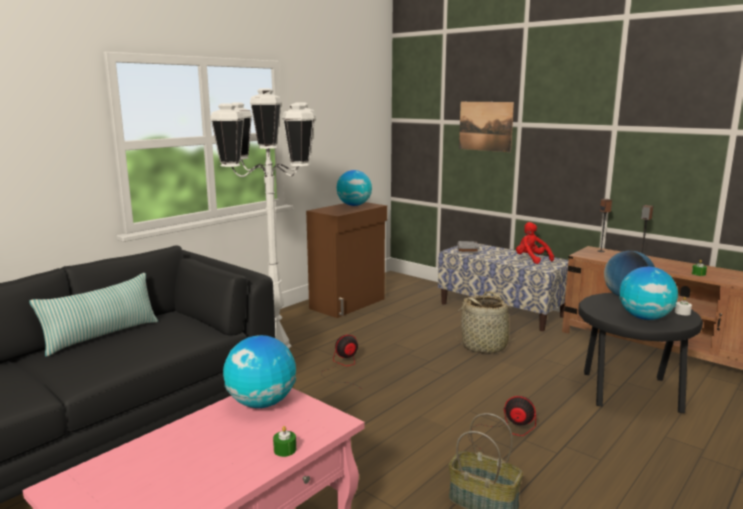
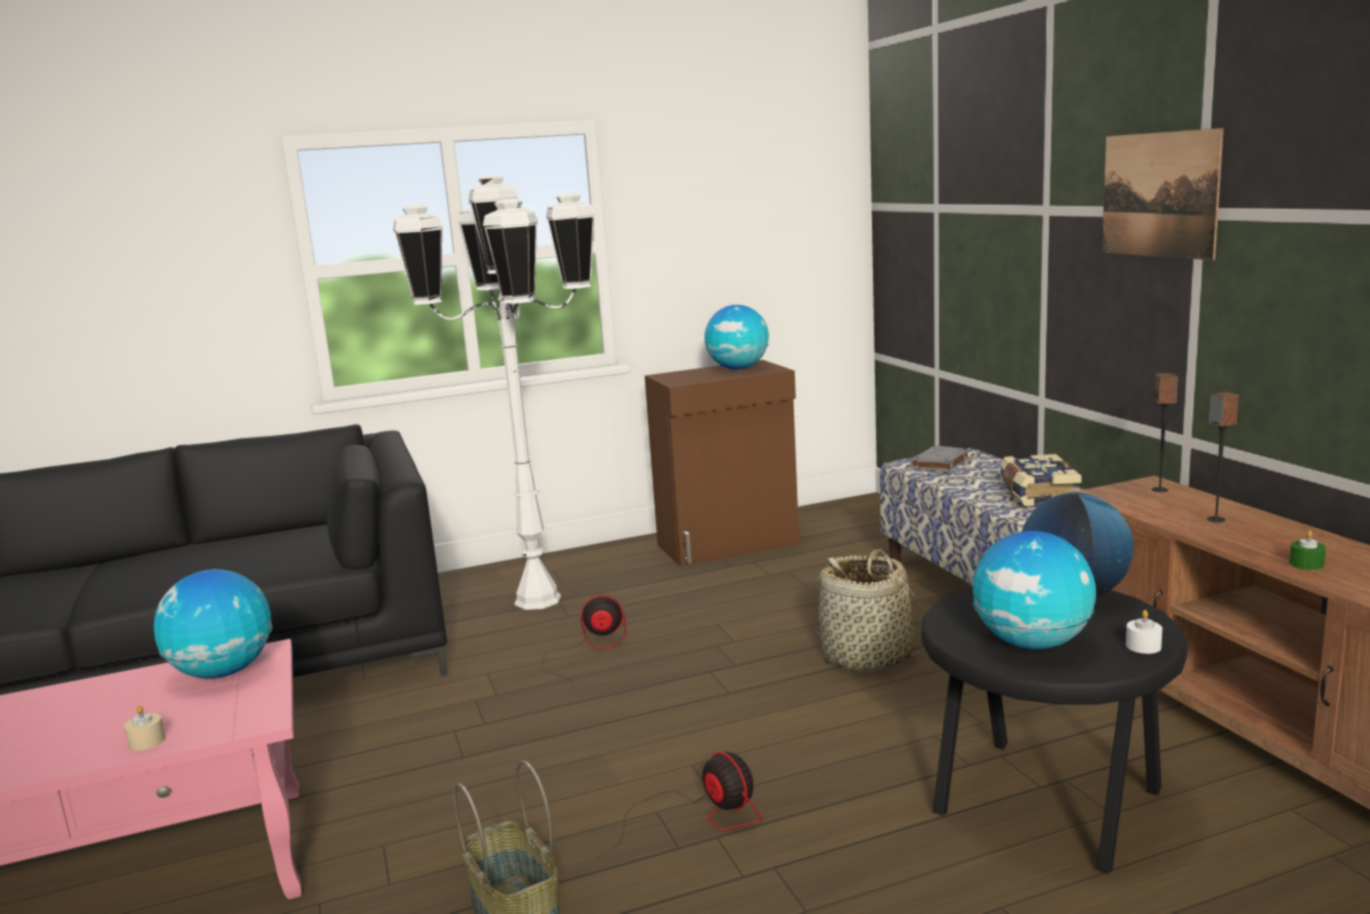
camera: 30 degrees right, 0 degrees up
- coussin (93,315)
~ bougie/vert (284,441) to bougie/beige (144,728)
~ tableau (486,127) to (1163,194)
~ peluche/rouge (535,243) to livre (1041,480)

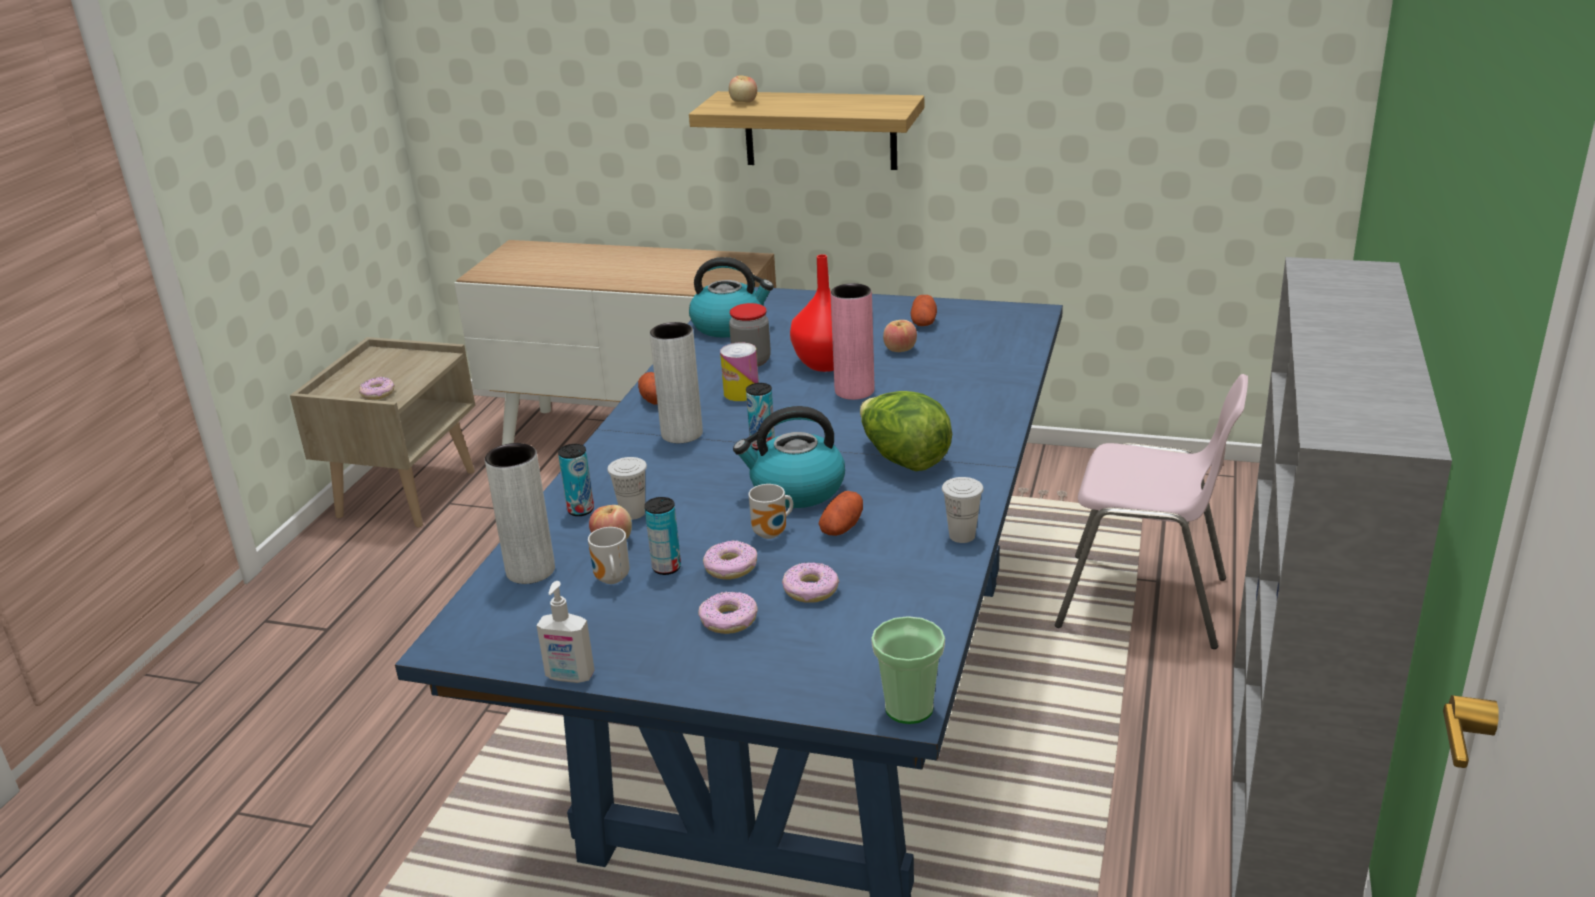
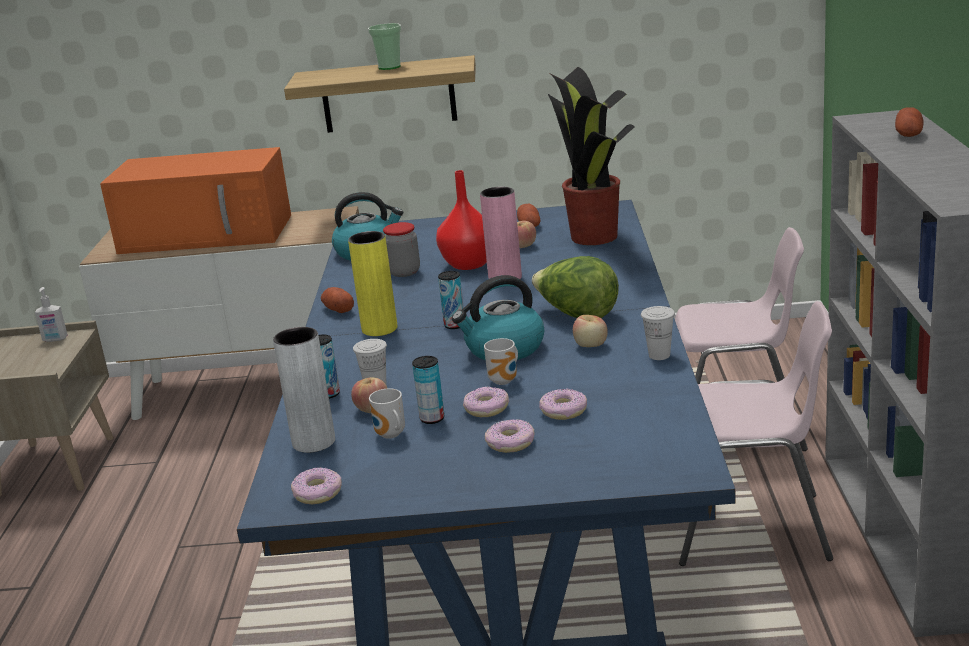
camera: 15 degrees left, 5 degrees down
~ beignet (377,388) to (316,485)
~ distributeur de savon (565,632) to (51,314)
~ vase/gris (676,382) to vase/jaune (372,283)
- boîte métallique (739,371)
~ pomme (743,89) to (590,331)
~ pomme de terre (841,513) to (909,122)
~ tasse (908,670) to (384,46)
+ micro-ondes/orange (195,200)
+ plante en pot (590,156)
+ chaise/rose (756,433)

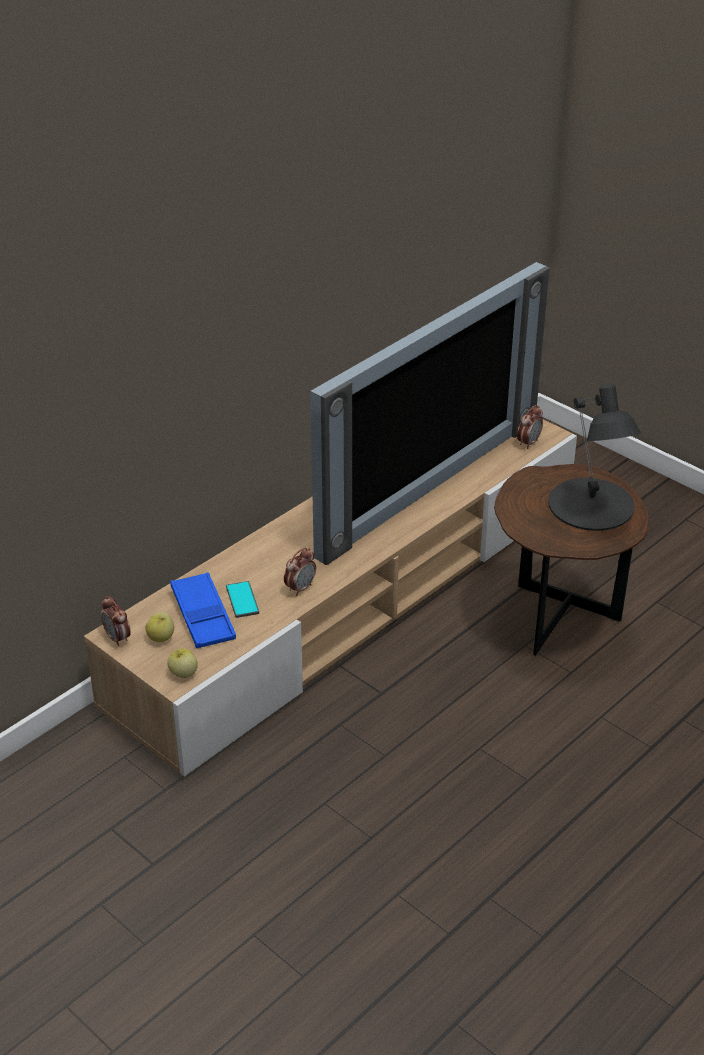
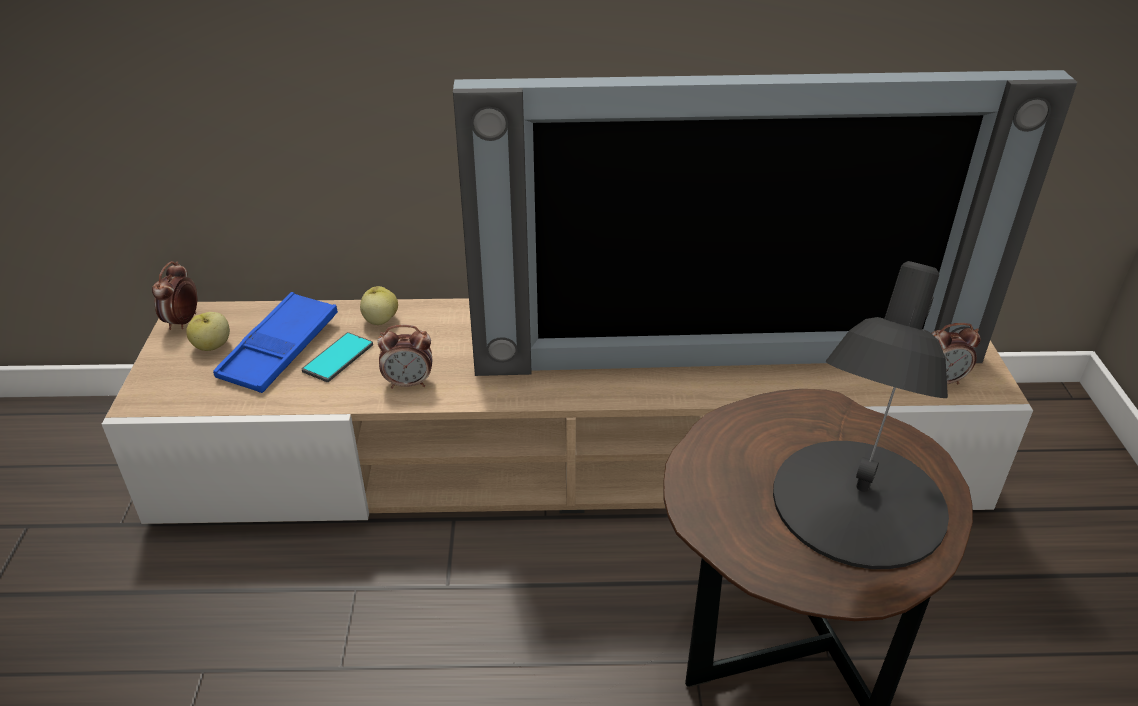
camera: 45 degrees right, 0 degrees up
~ pomme (182,663) to (379,305)

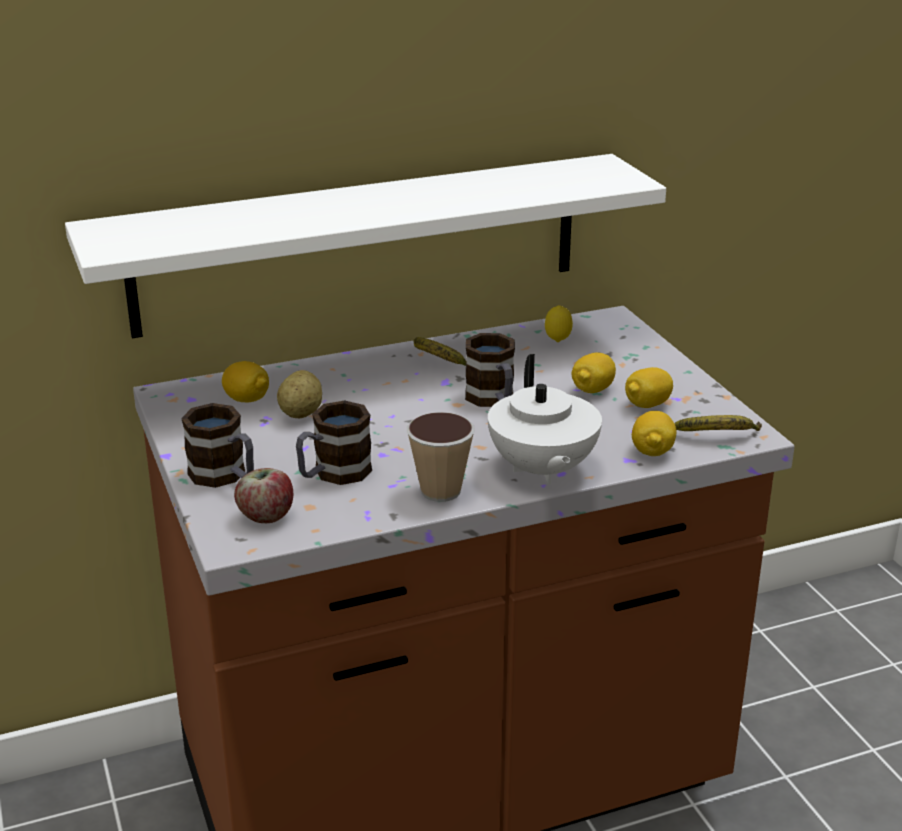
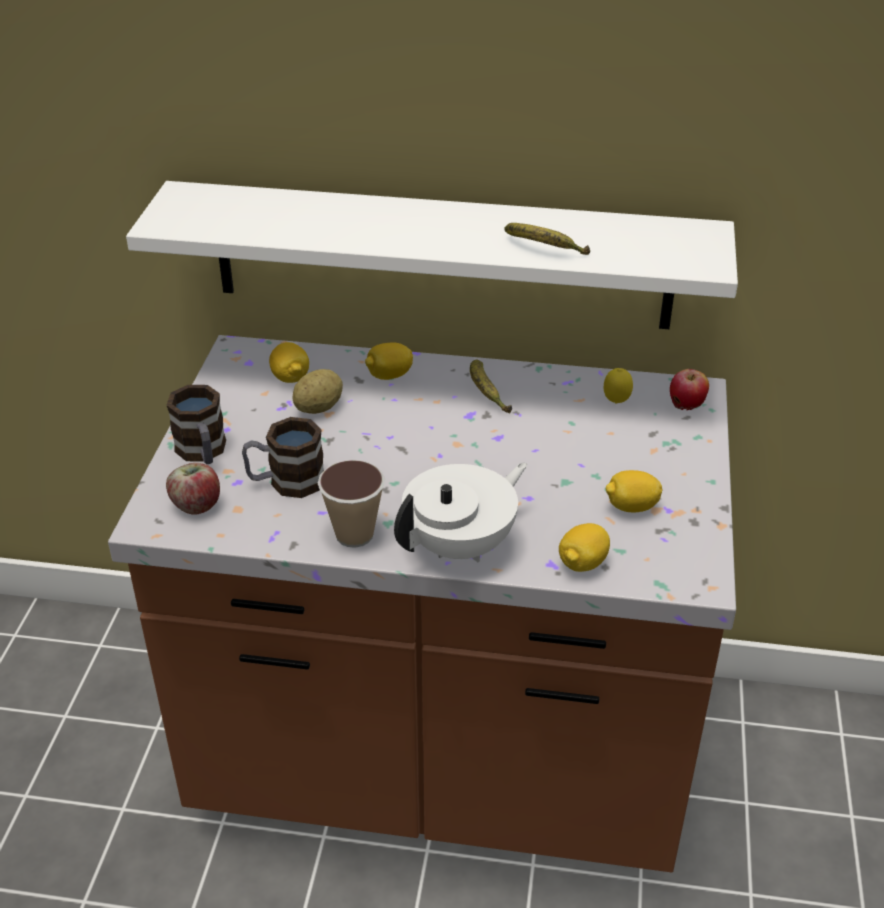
camera: 30 degrees right, 10 degrees up
- mug (490,370)
~ théière/blanc (545,419) = (460,512) 150 degrees counterclockwise
~ citron (594,373) to (389,361)
~ banane (718,423) to (547,239)
+ pomme (689,389)

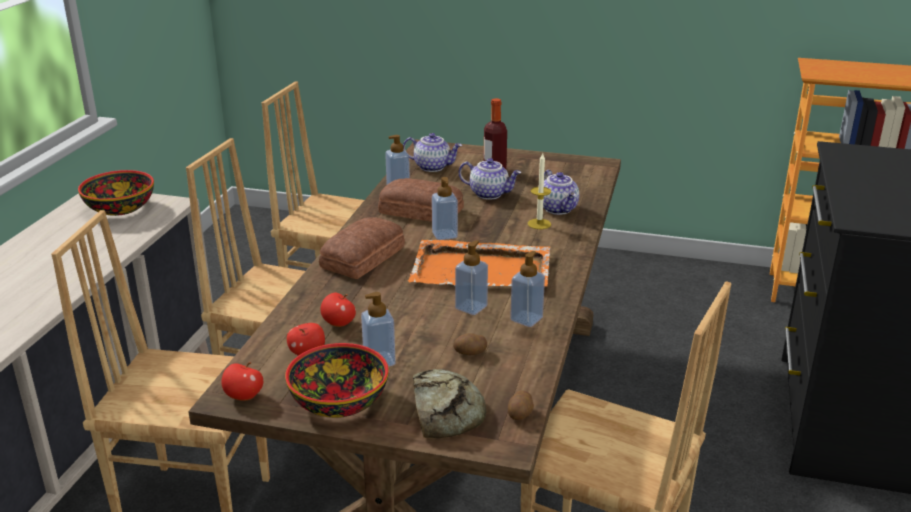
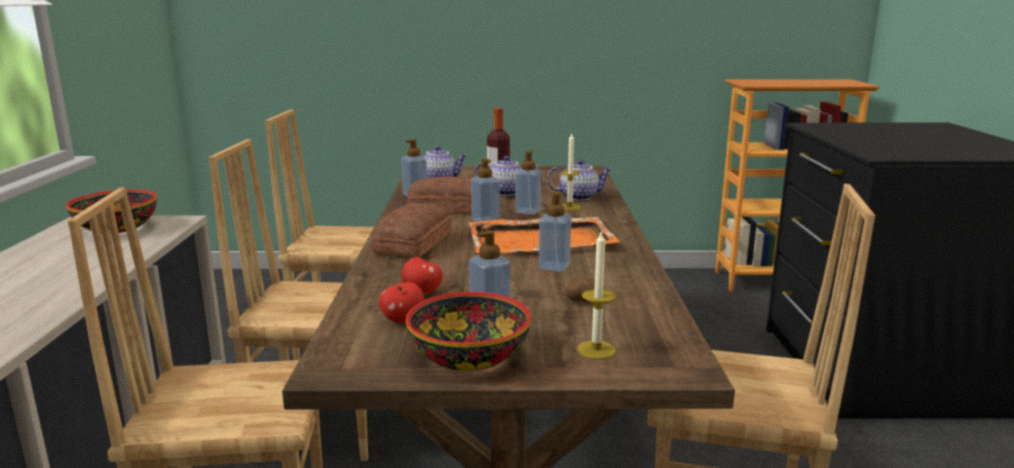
camera: 15 degrees left, 10 degrees down
- pomme (242,381)
~ pain (449,403) to bougie (596,295)
- pomme de terre (521,405)
~ distributeur de savon (527,289) to (528,182)
~ théière (561,192) = (579,180) 60 degrees counterclockwise

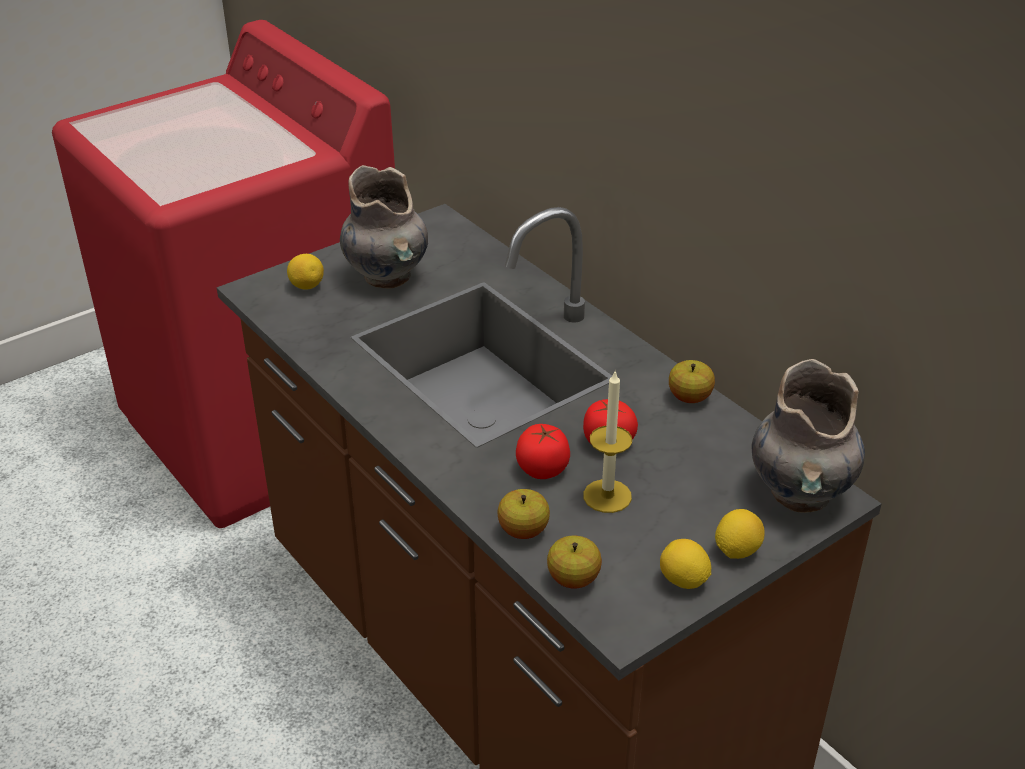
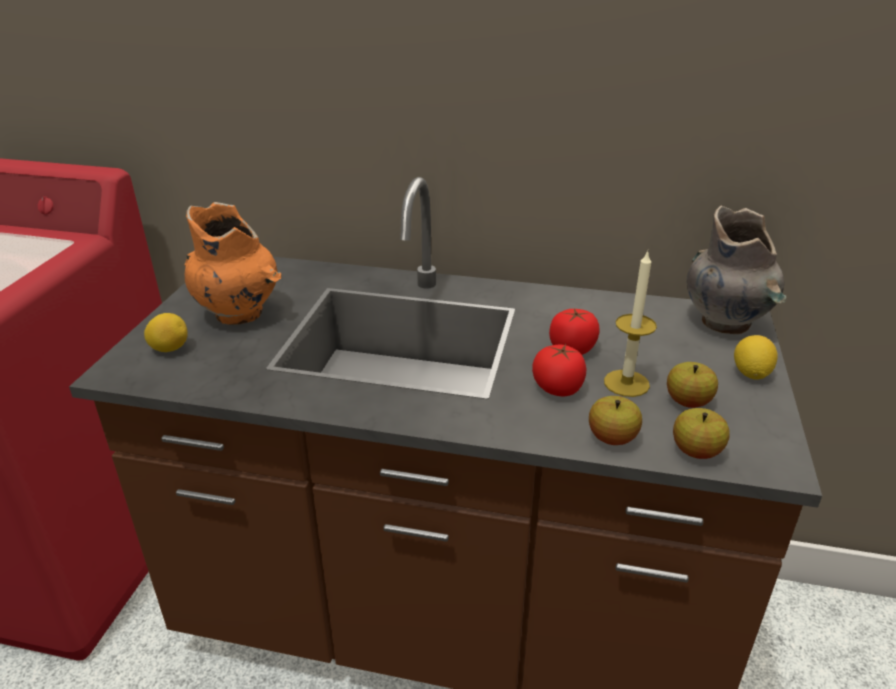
camera: 40 degrees left, 5 degrees down
~ vase/gris (384,226) to vase/orange (233,263)
- citron (685,564)
~ pomme (692,381) to (692,385)

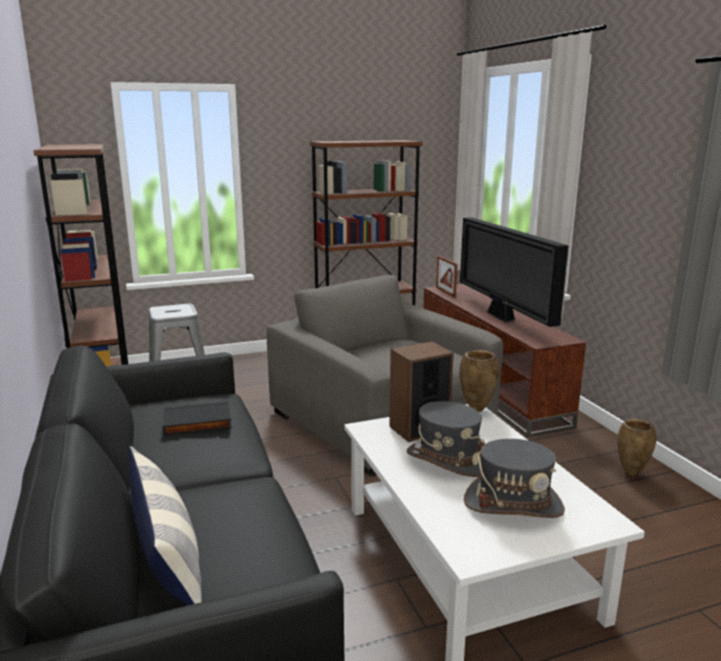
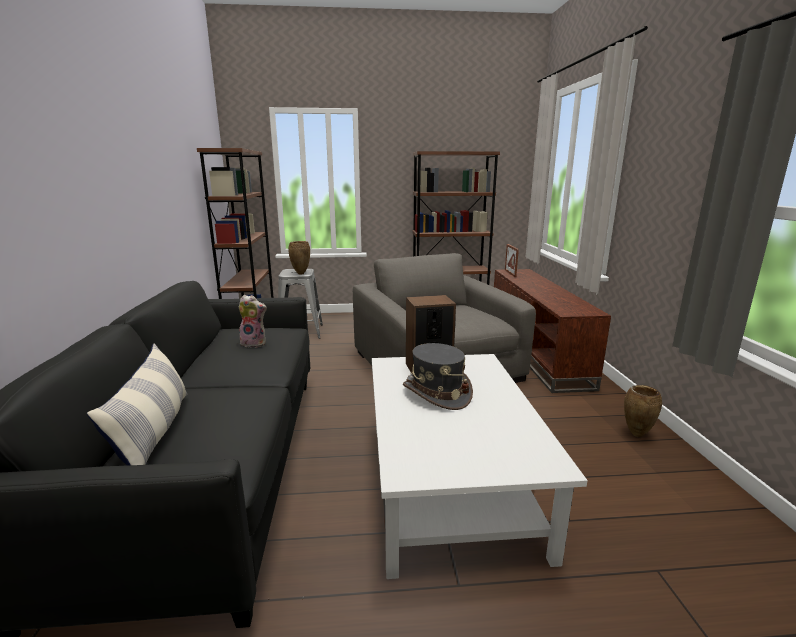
camera: 15 degrees right, 0 degrees up
~ livre/noir (197,418) to peluche (253,321)
~ vase/marron (479,381) to (299,258)
- téléviseur (514,272)
- chapeau/gris (514,478)

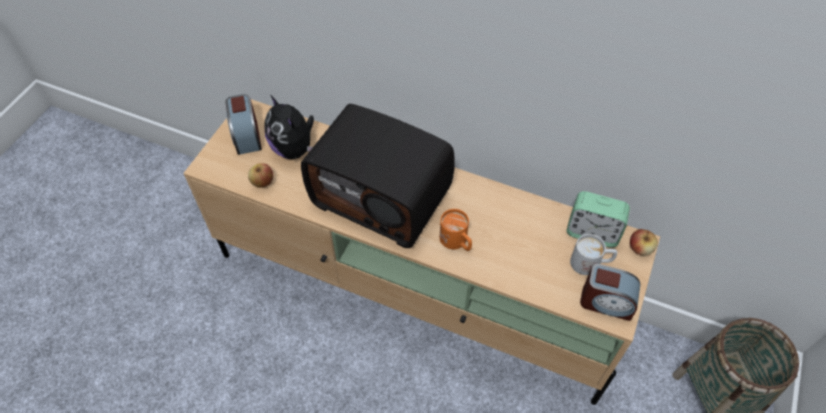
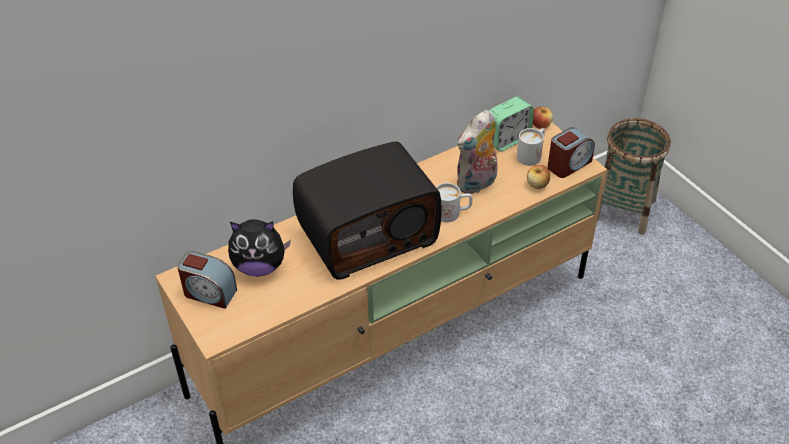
camera: 55 degrees left, 10 degrees down
~ pomme (260,175) to (538,177)
~ mug/orange (456,230) to mug/blanc (454,202)
+ peluche (477,152)

